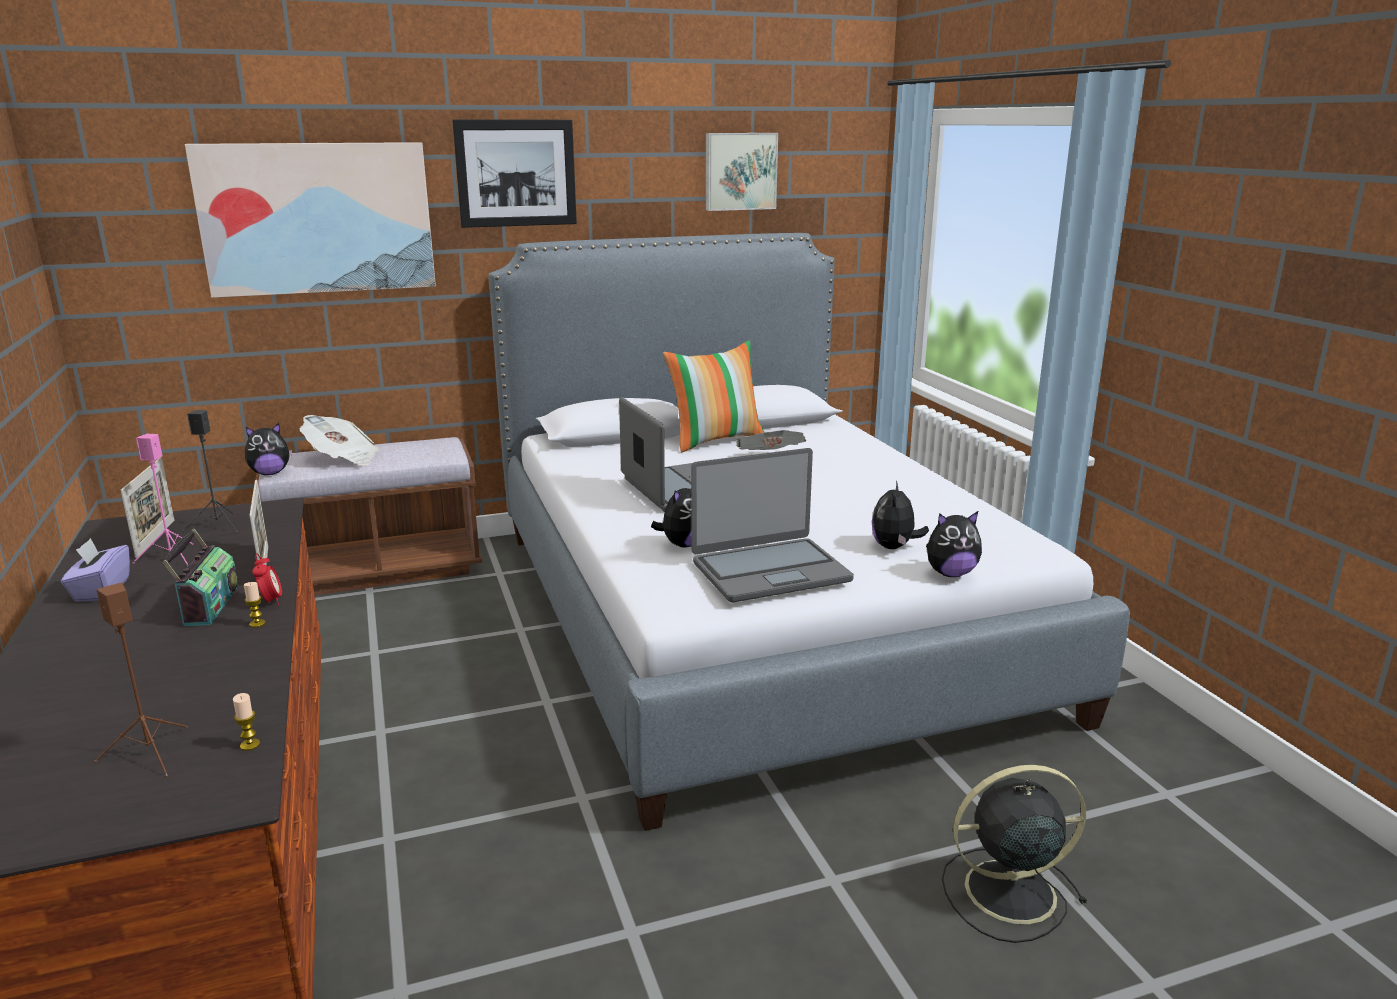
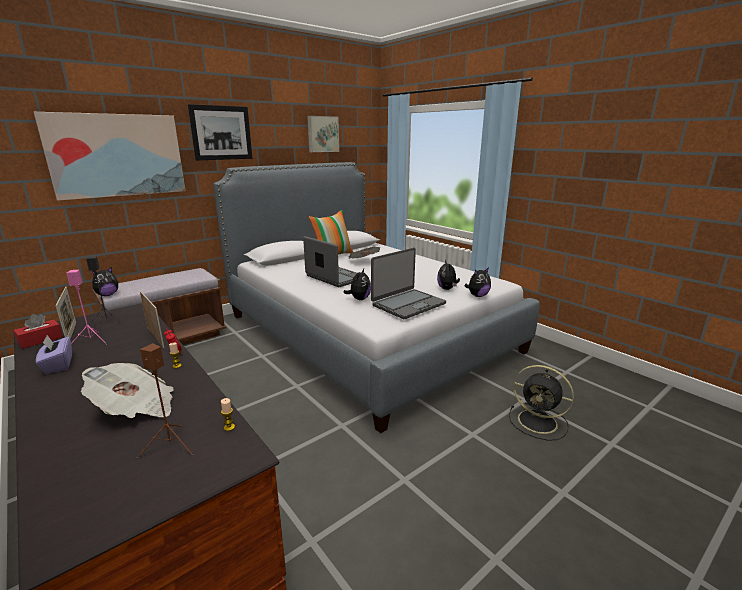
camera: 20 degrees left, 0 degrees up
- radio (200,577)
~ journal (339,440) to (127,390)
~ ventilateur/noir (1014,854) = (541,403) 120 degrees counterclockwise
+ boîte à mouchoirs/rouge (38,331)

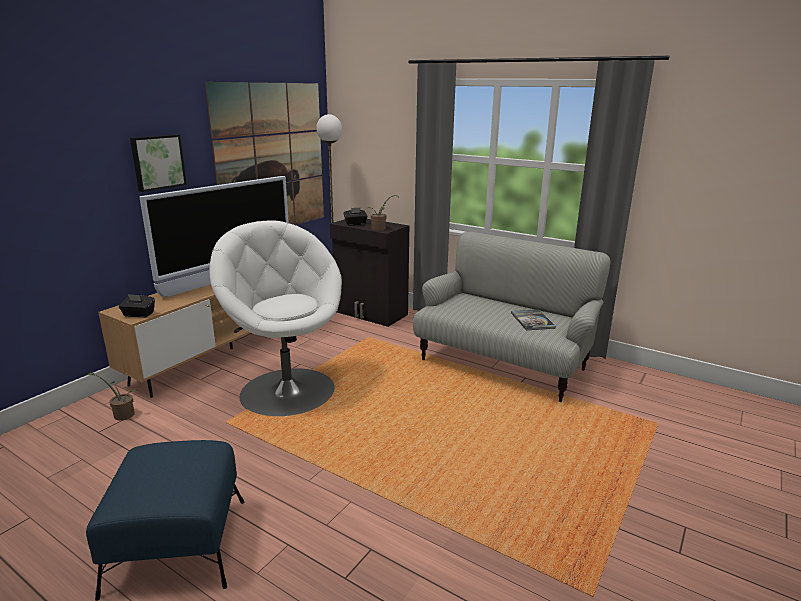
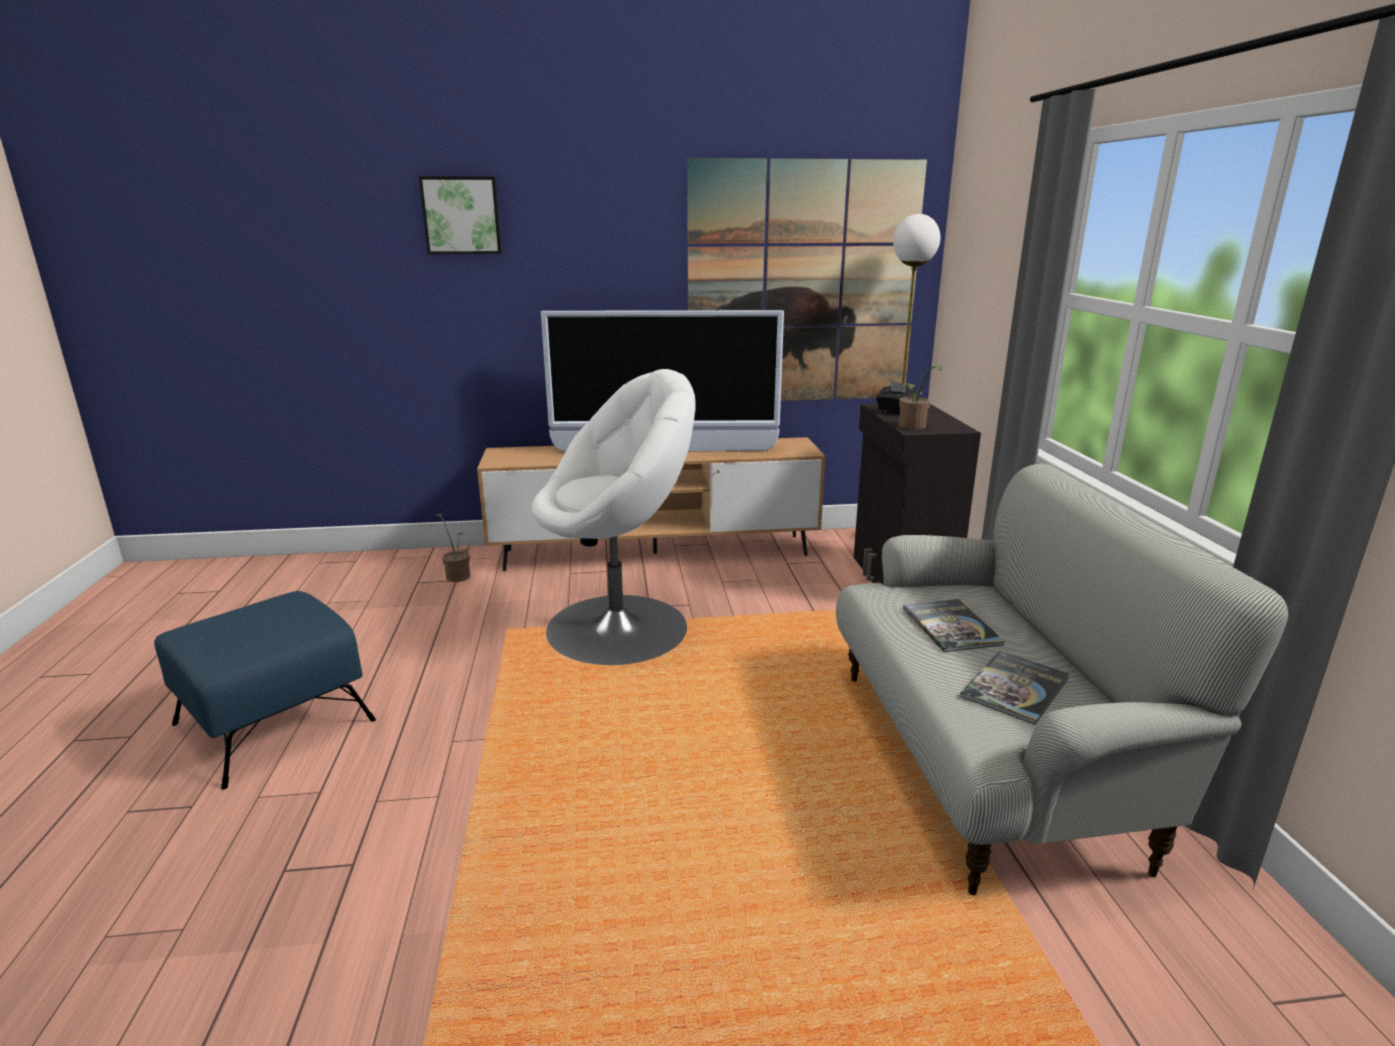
camera: 50 degrees right, 0 degrees up
- boîte à mouchoirs/noir (137,305)
~ tableau (158,163) to (460,215)
~ fauteuil/blanc (275,318) = (614,517) 60 degrees clockwise
+ livre (954,625)

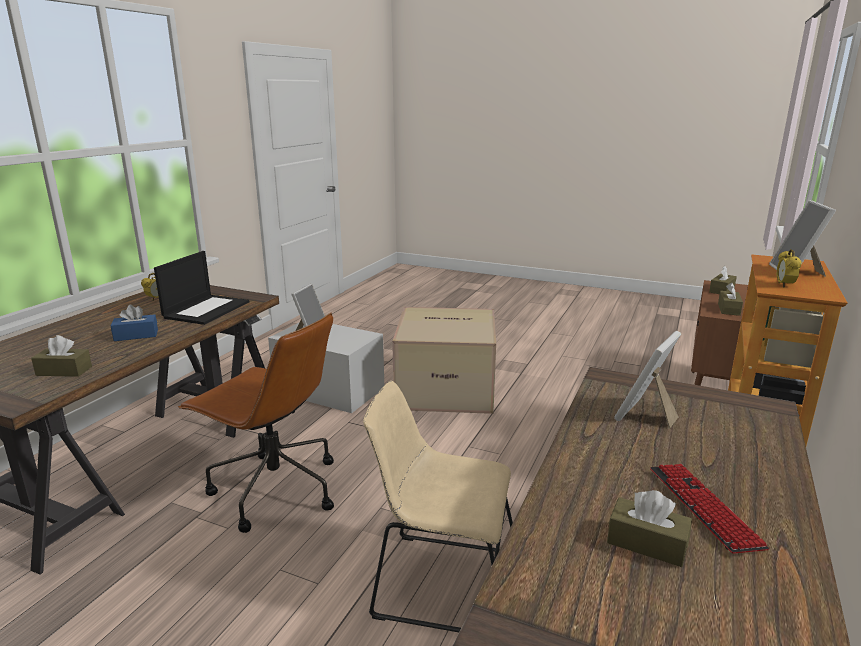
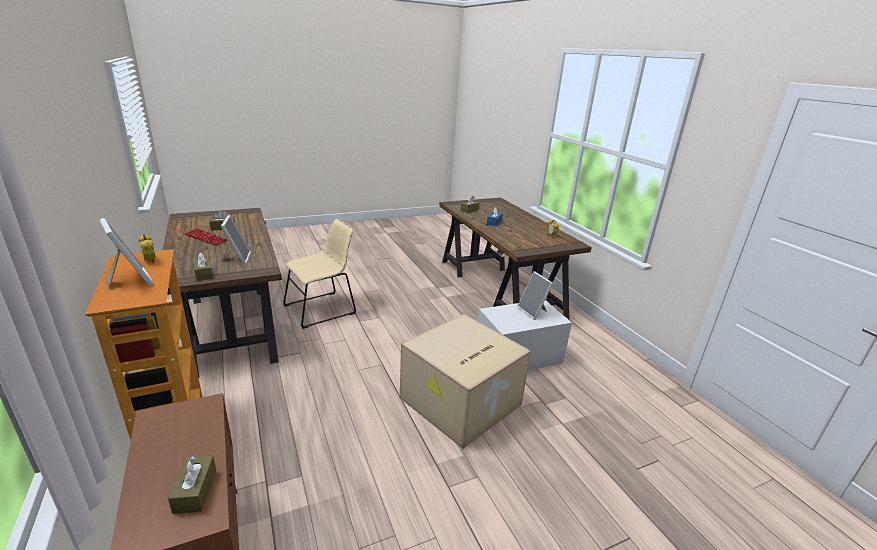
camera: 130 degrees right, 5 degrees up
- ordinateur portable (201,288)
- chaise de bureau/marron (256,423)
~ boîte à mouchoirs/marron (730,299) to (202,267)

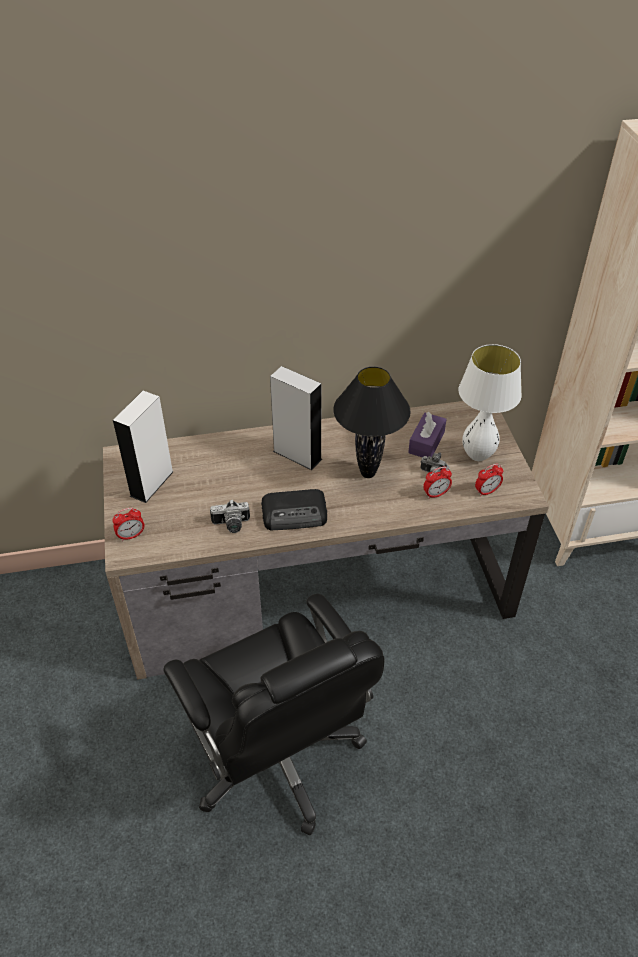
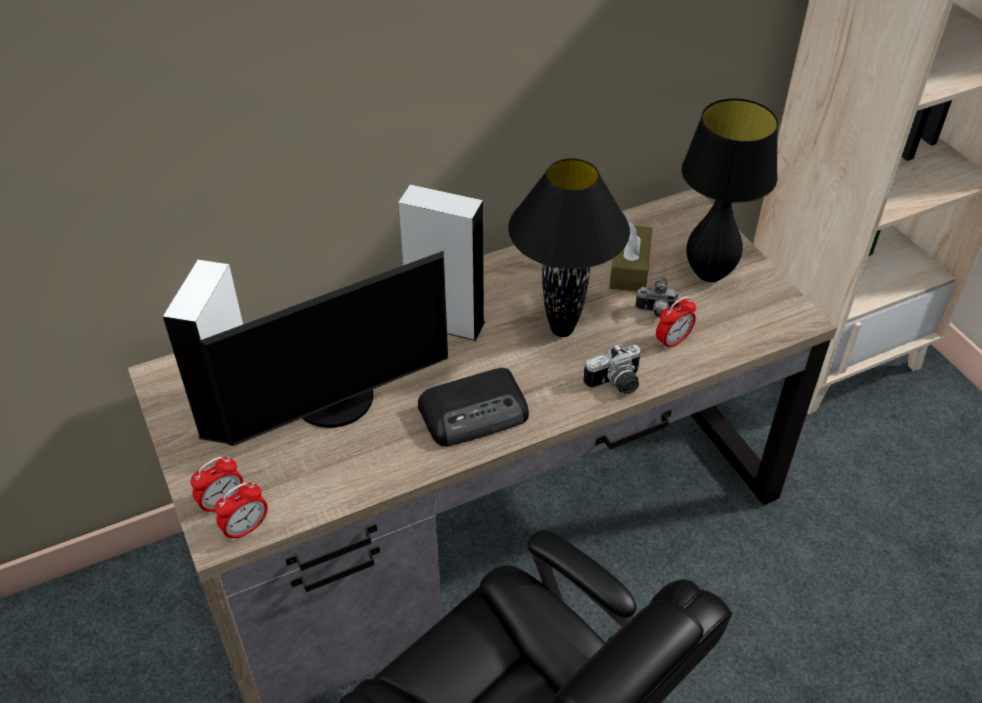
camera: 15 degrees left, 0 degrees up
~ appareil photo (230,516) to (612,369)
~ boîte à mouchoirs/violet (427,435) to boîte à mouchoirs/marron (630,256)
~ lampe de table/blanc (490,402) to lampe de table/noir (729,190)
~ réveil (489,480) to (241,511)
+ écran d'ordinateur (323,348)

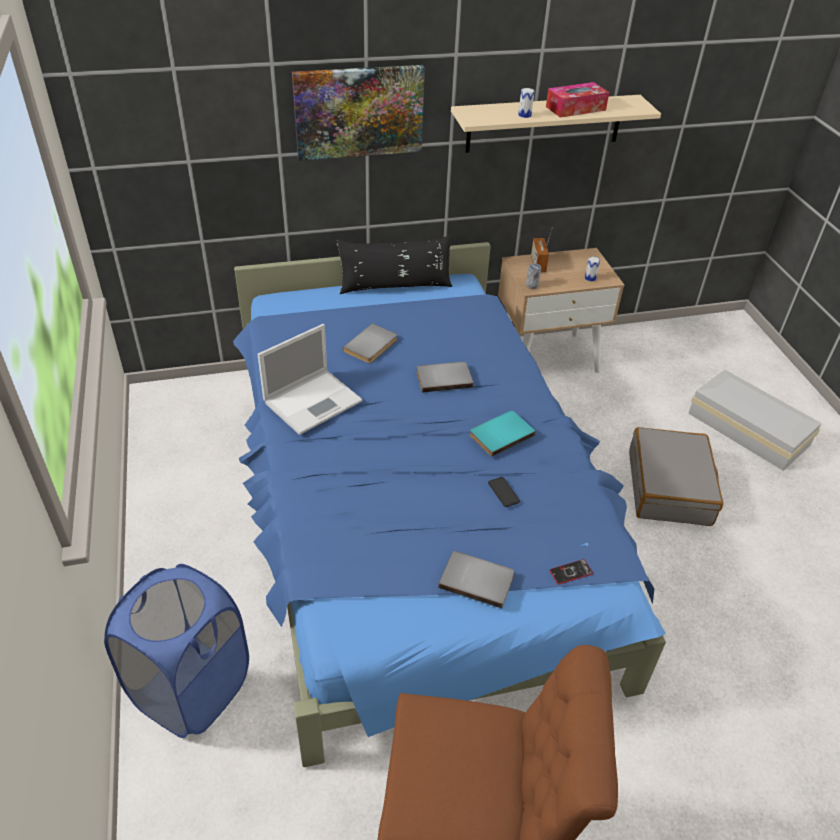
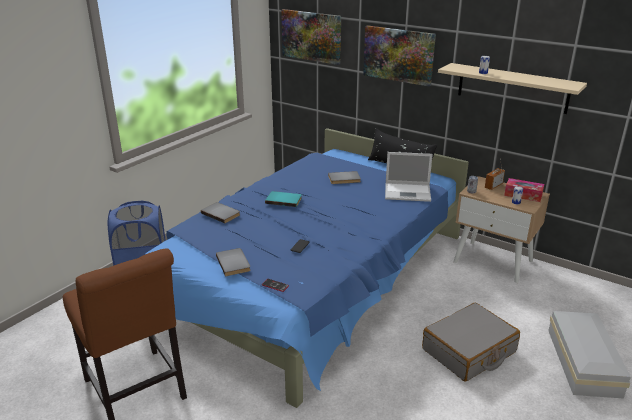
camera: 50 degrees right, 15 degrees down
~ ordinateur portable (310,379) to (409,177)
~ livre/gris (445,377) to (220,212)
~ livre/turquoise (503,434) to (283,199)
~ boîte à mouchoirs (577,100) to (524,190)
+ tableau (311,37)

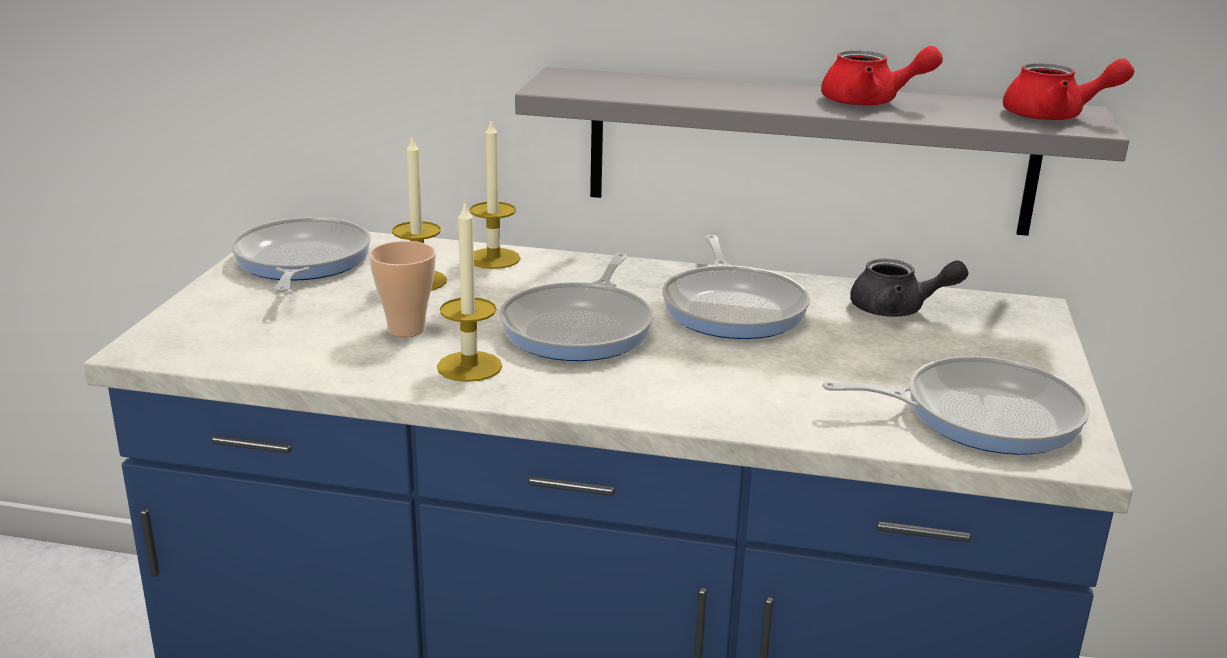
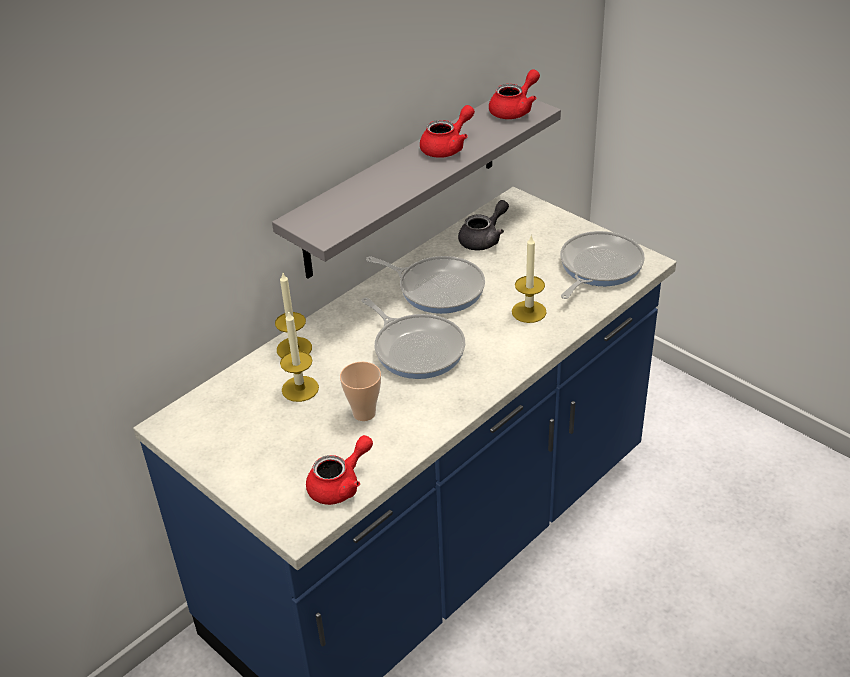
camera: 55 degrees left, 15 degrees up
- poêle (301,254)
~ bougie (469,291) to (529,279)
+ théière/rouge (339,470)

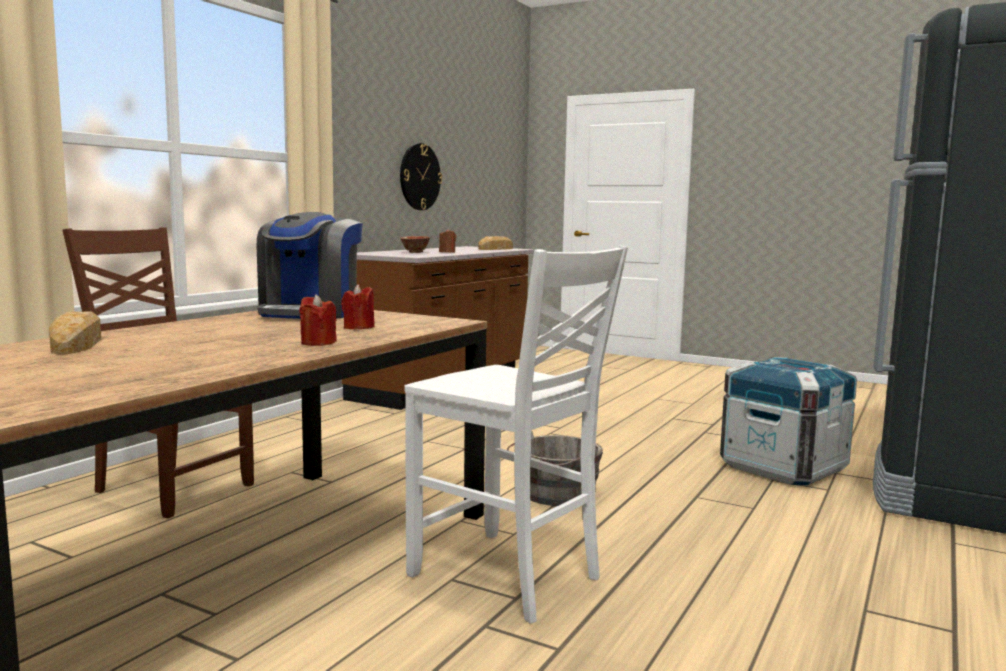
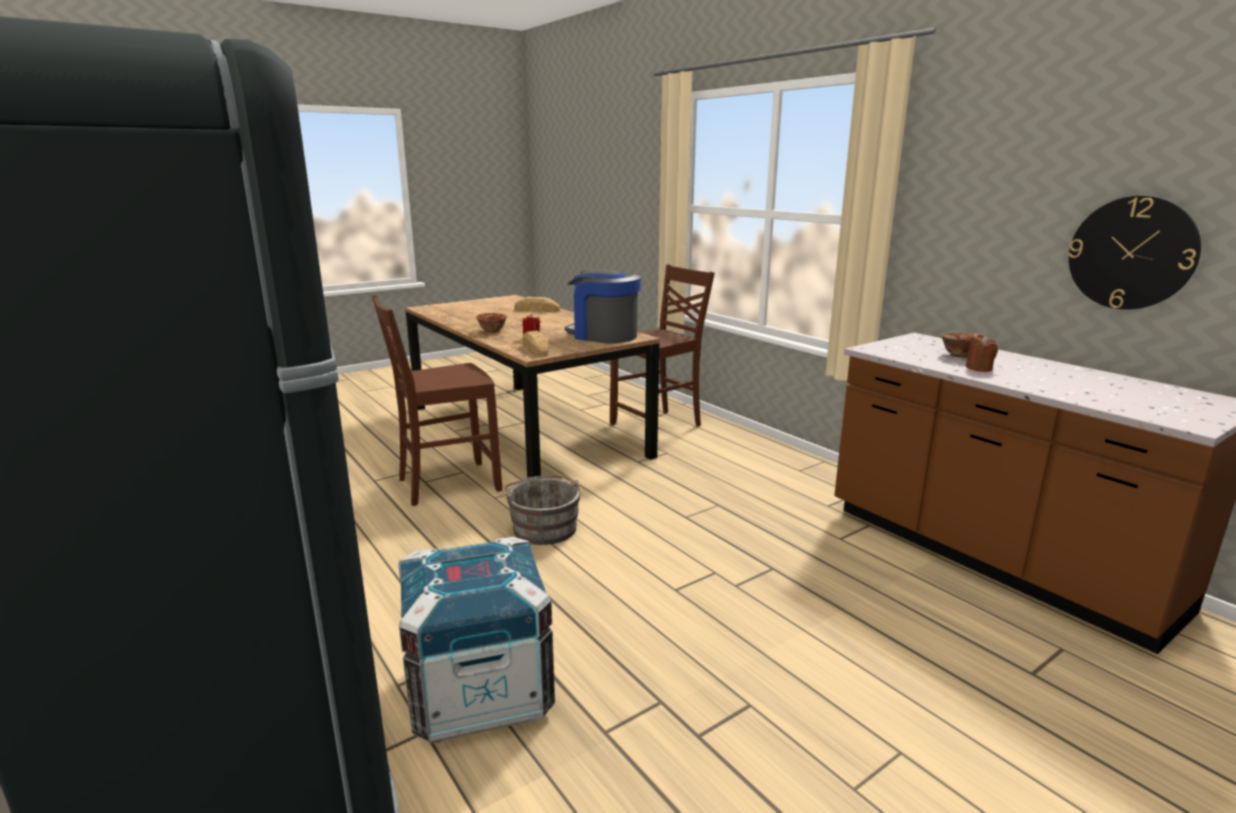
camera: 115 degrees right, 10 degrees up
~ bougie/rouge (318,320) to bol (491,323)
~ chaise/blanc (516,435) to chaise/marron (437,400)
~ pain (495,243) to (536,344)

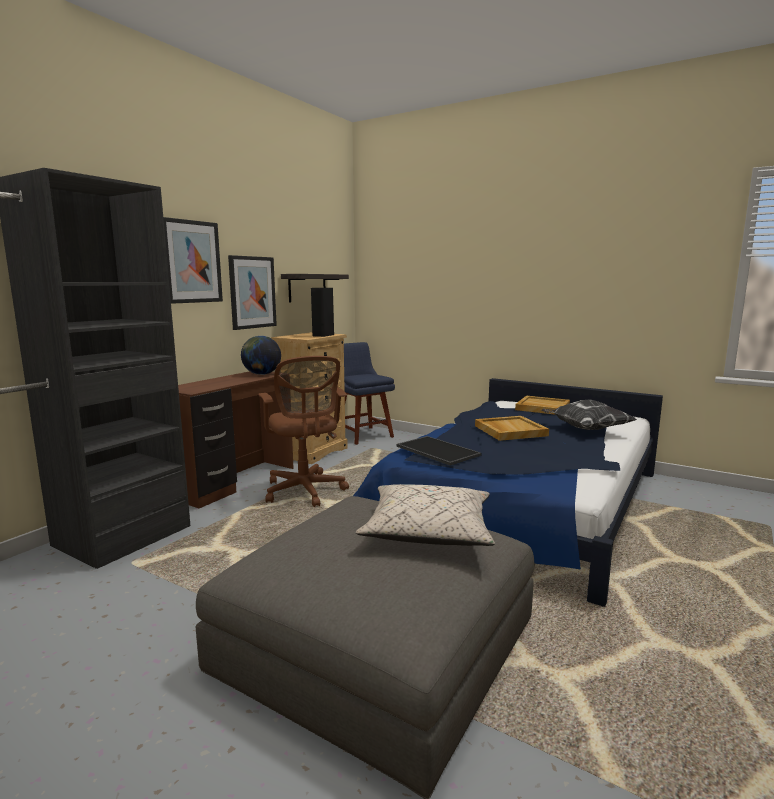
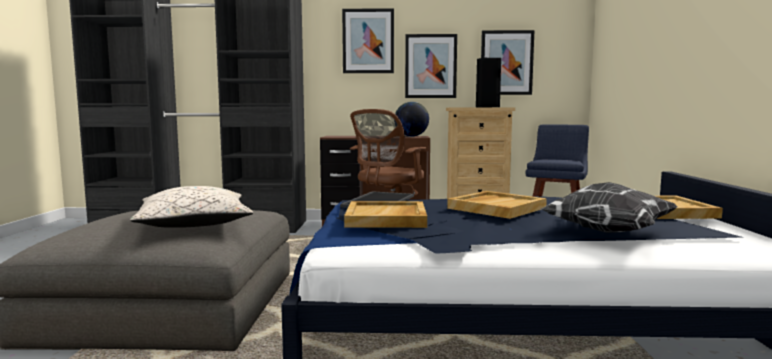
camera: 60 degrees right, 5 degrees down
~ étagère (315,288) to tableau (507,62)
+ plateau/beige (385,214)

